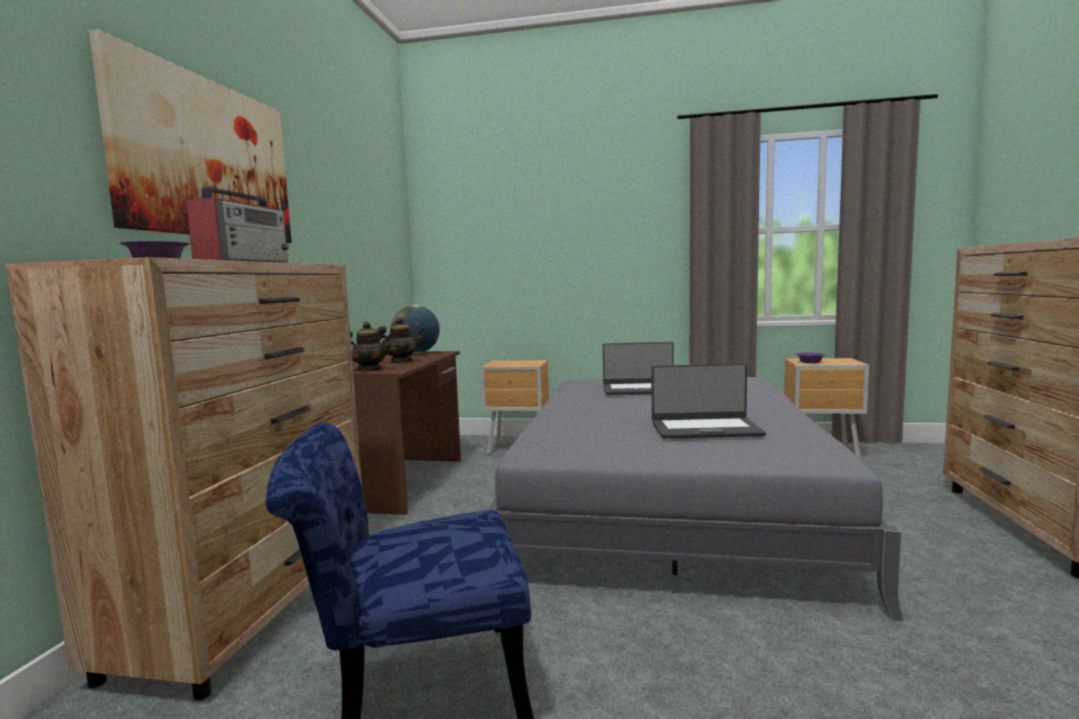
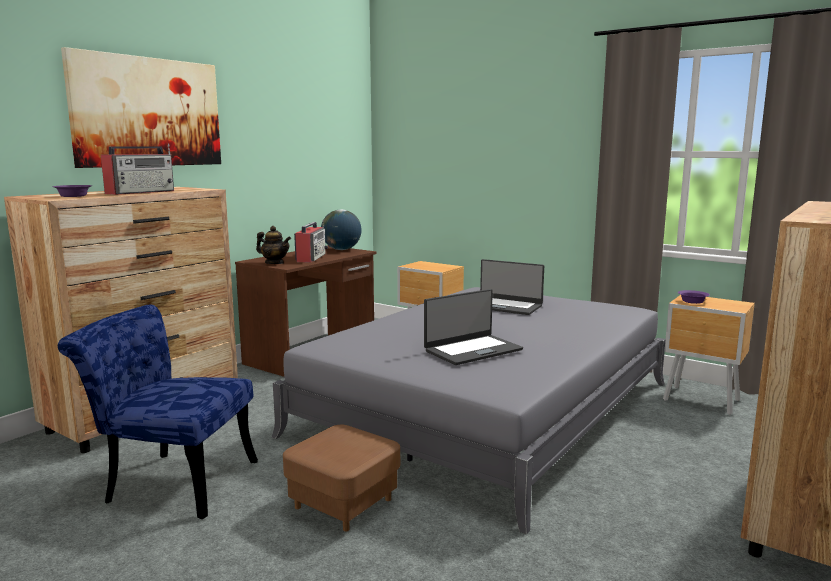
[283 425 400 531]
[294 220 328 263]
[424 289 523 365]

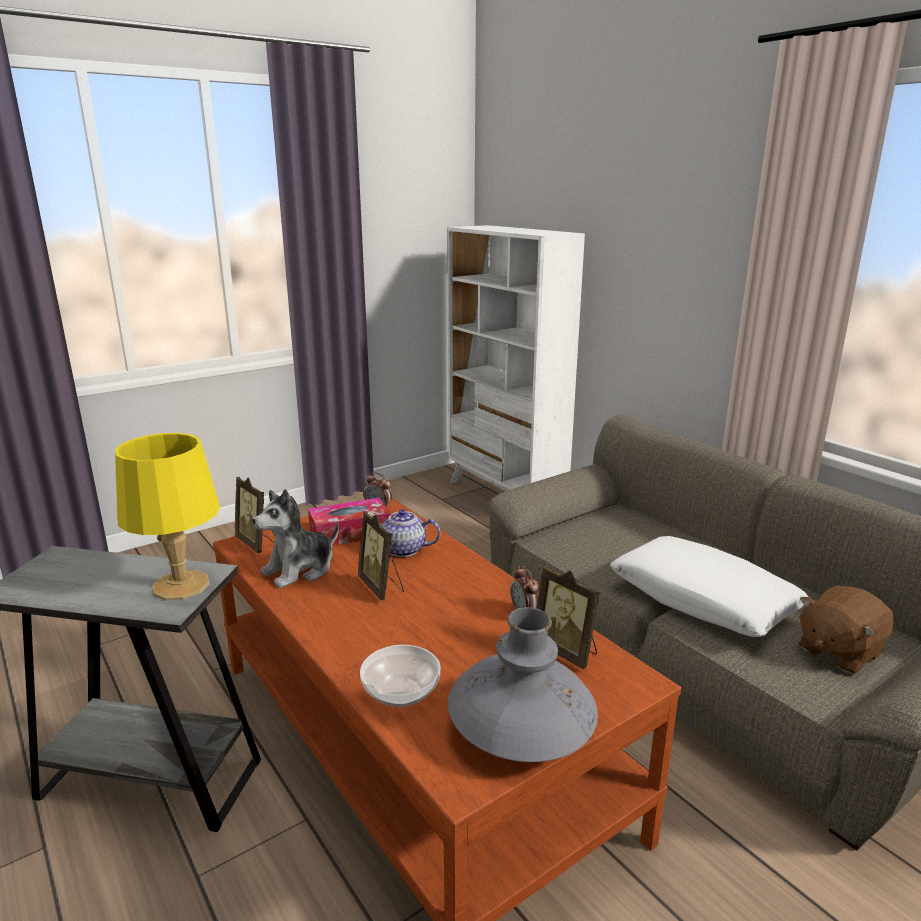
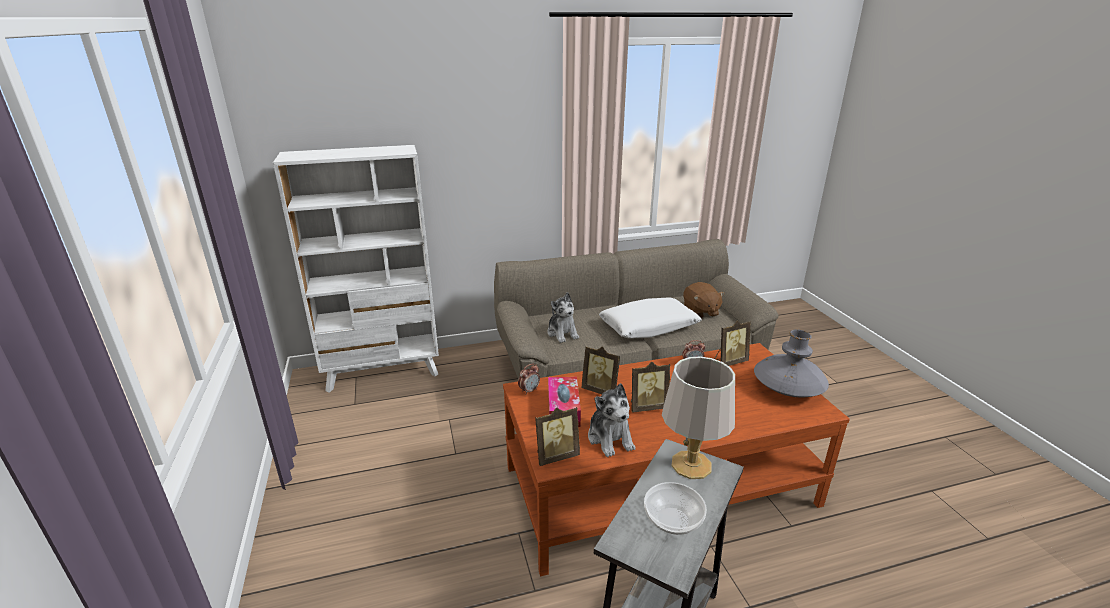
[547 292 579 343]
[644 482 707 535]
[581 346 620 394]
[662 357 735 479]

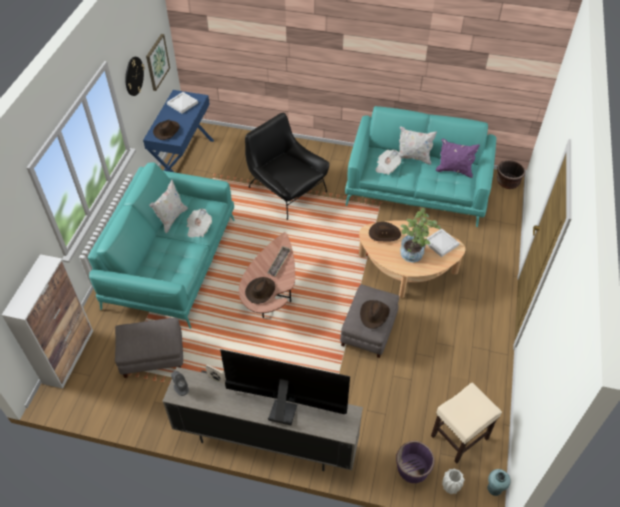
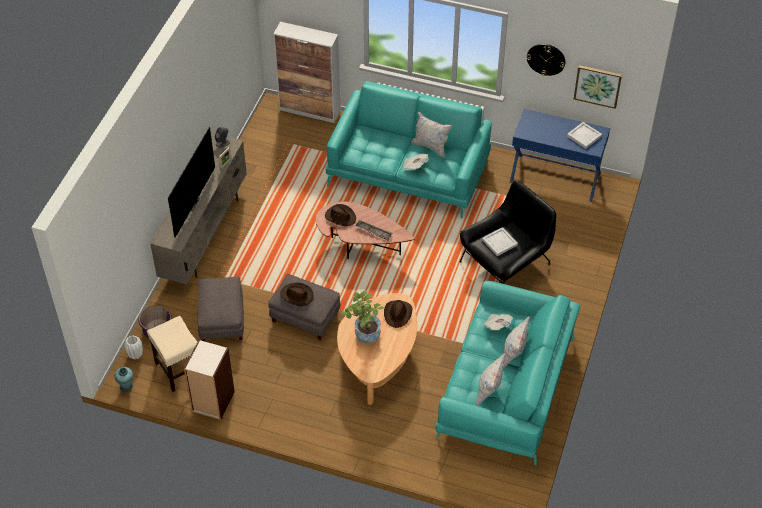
[153 120 180 140] (first image)
[497 160 525 189] (first image)
[184 340 235 420]
[198 277 244 342]
[482 227 518 256]
[476 353 506 406]

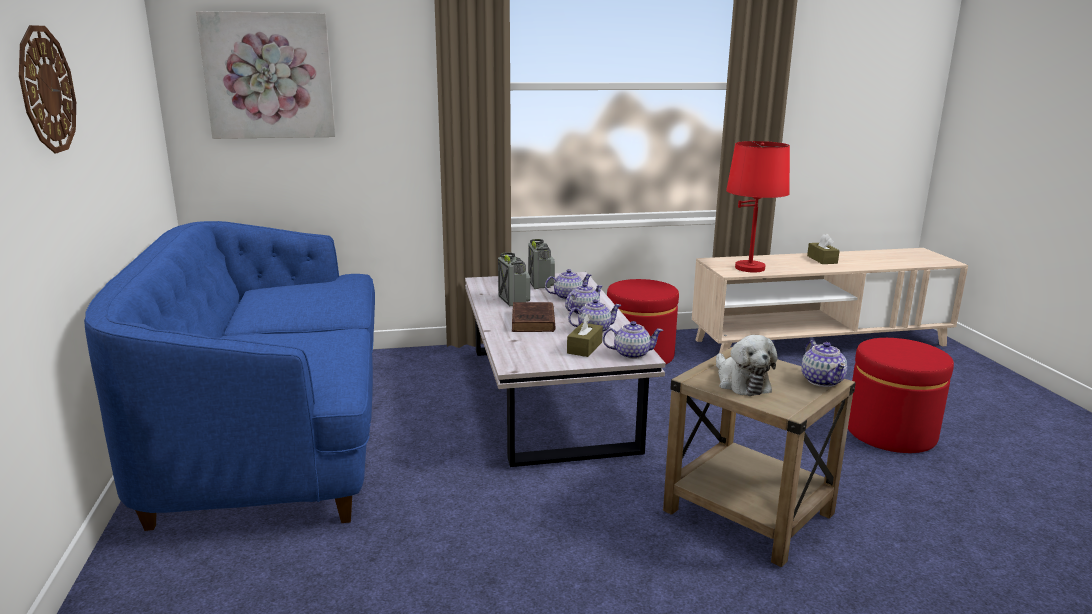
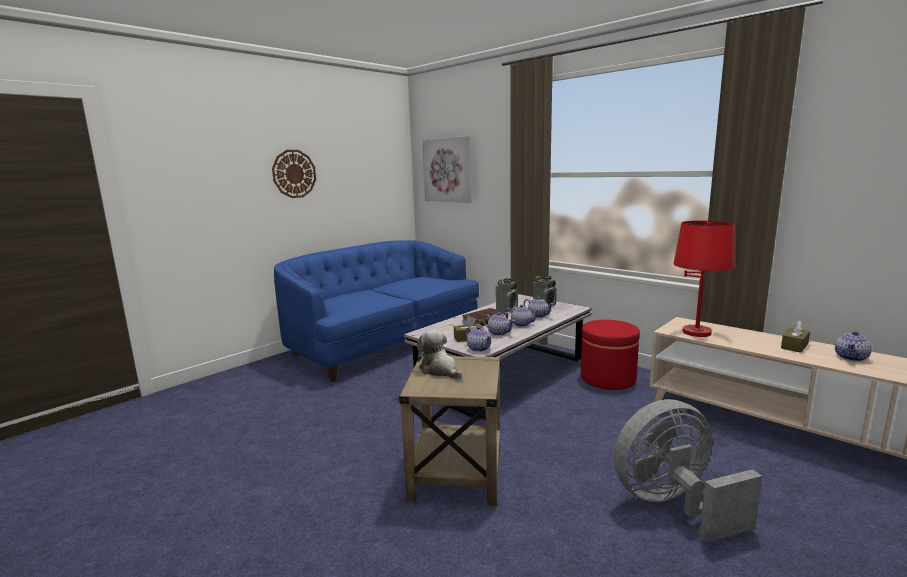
[835 331 872 361]
[614 399 762 542]
[417 330 462 379]

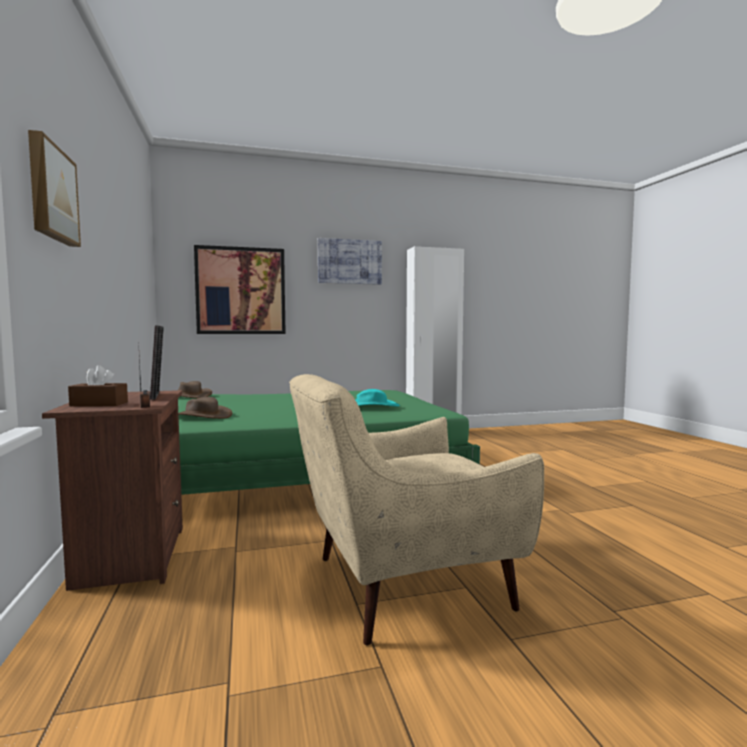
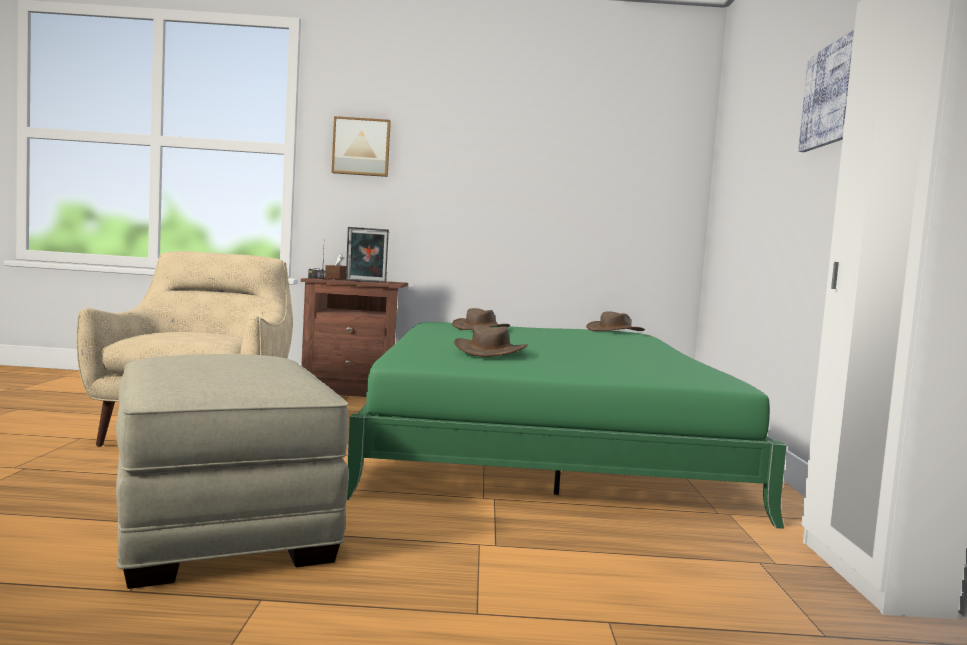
[194 245 286 334] (first image)
[116 354 349 589]
[454 325 528 357]

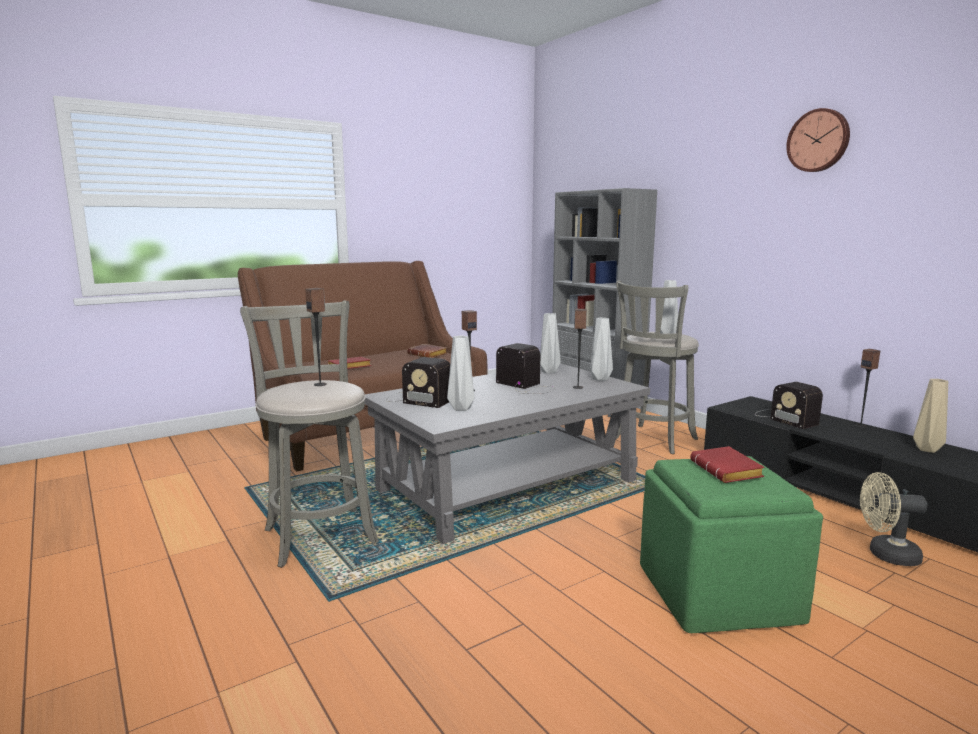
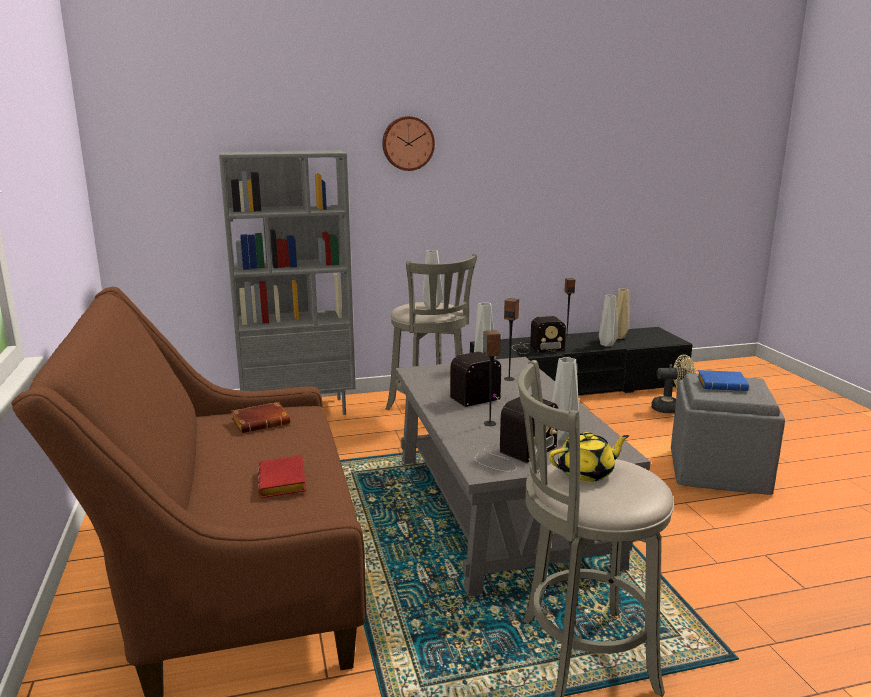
[599 295 617 347]
[382 116 435 171]
[549 432 629 482]
[671 373 785 495]
[697 370 749 391]
[651 354 696 413]

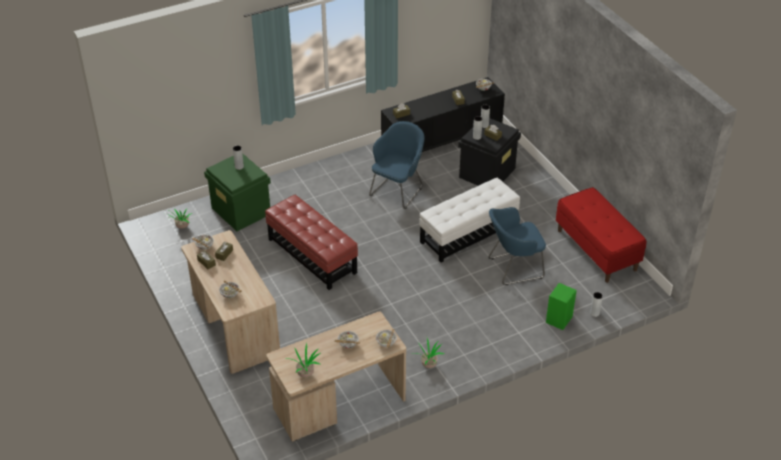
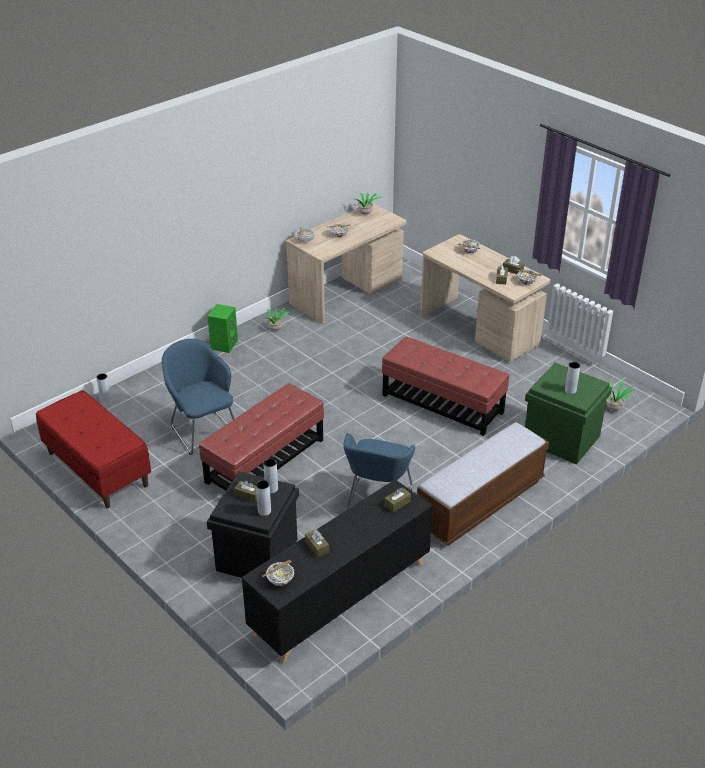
[417 422 549 545]
[207 304 238 353]
[199 383 324 491]
[162 339 234 455]

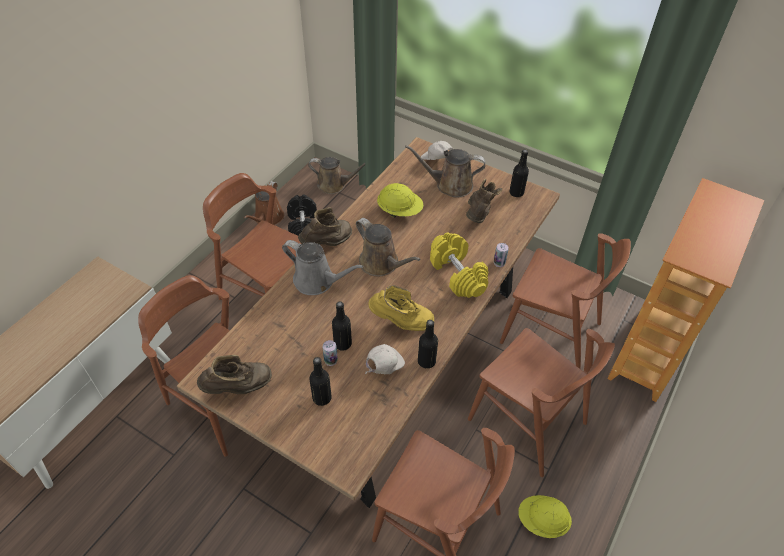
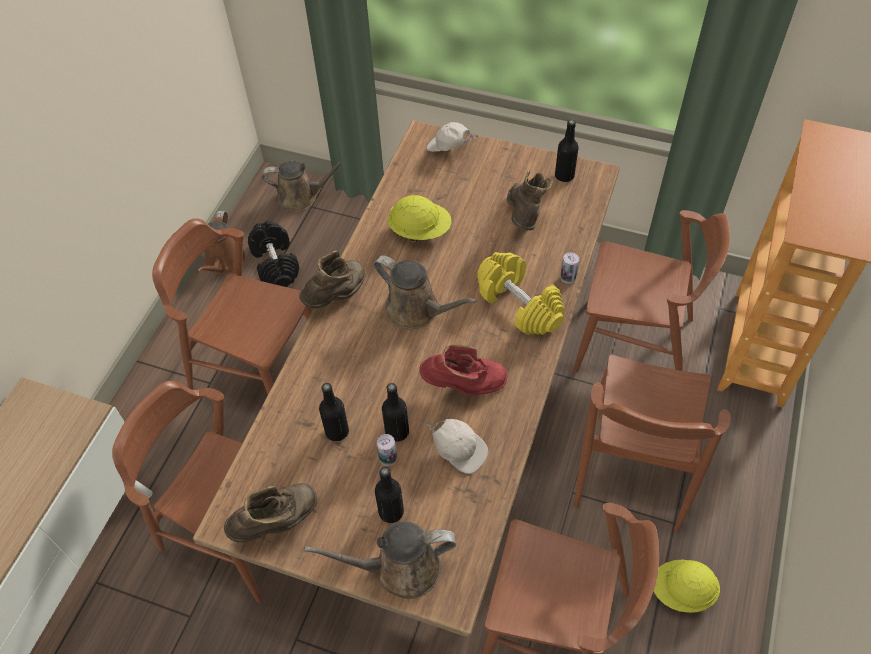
[282 240 363 295] (first image)
[304 521 456 599]
[319 383 349 441]
[419 344 508 395]
[424 419 488 474]
[574 355 731 532]

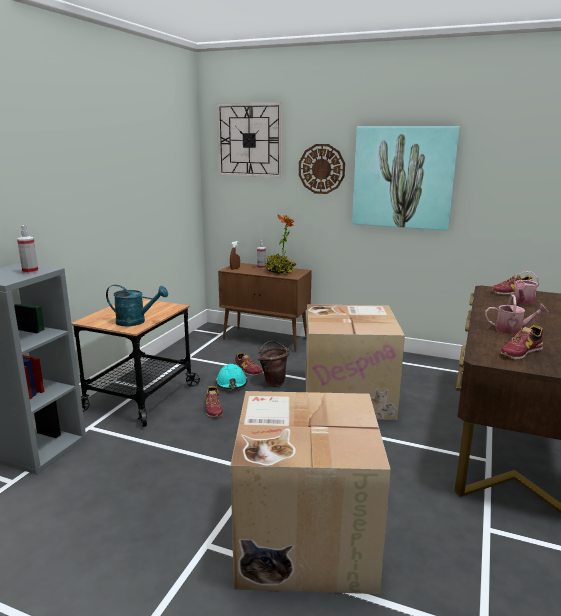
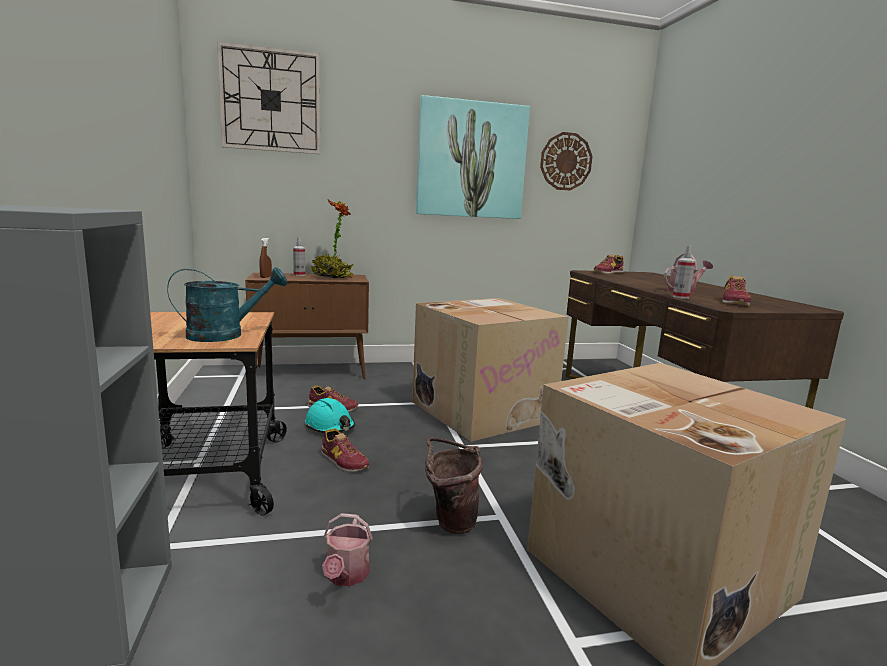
[673 246 695 299]
[425 437 483 534]
[540 132 593 190]
[322 513 373 587]

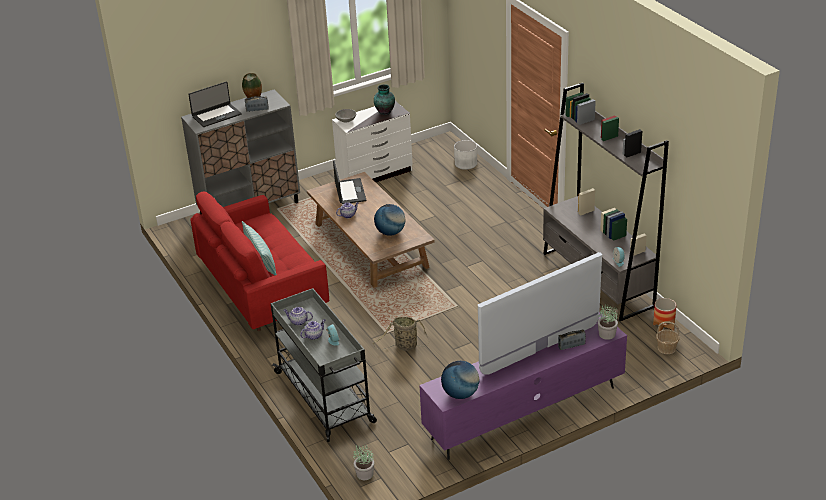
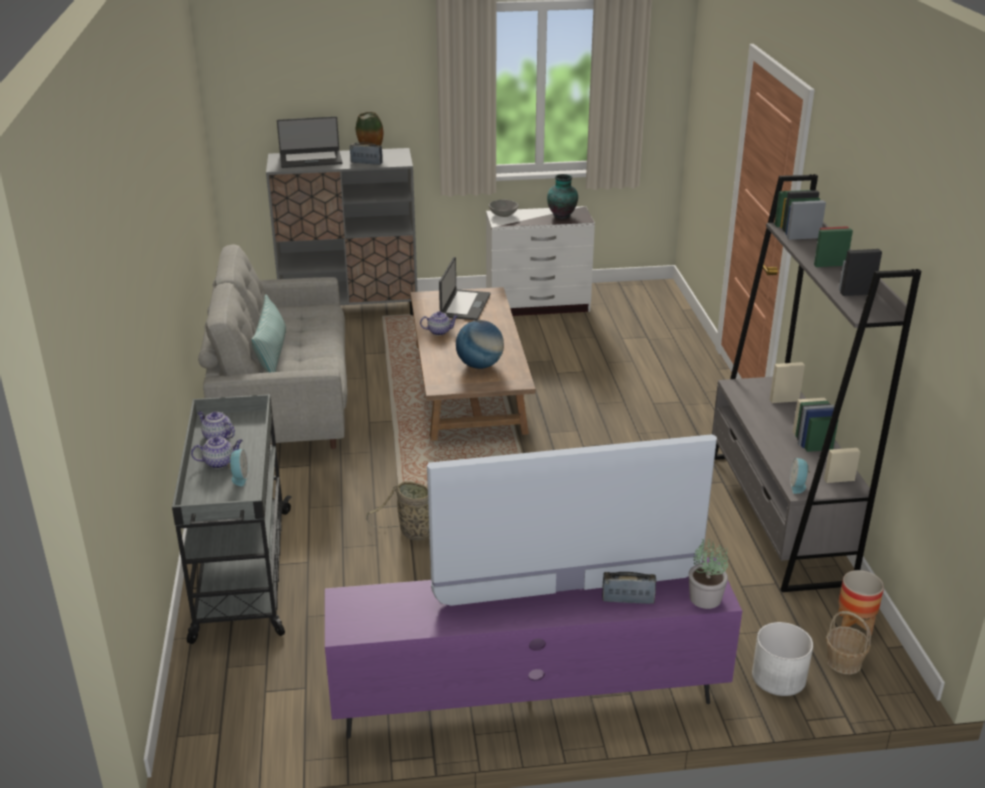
[353 445 374 480] (first image)
[441 361 479 399] (first image)
[752 622 813 696]
[198 245 348 449]

